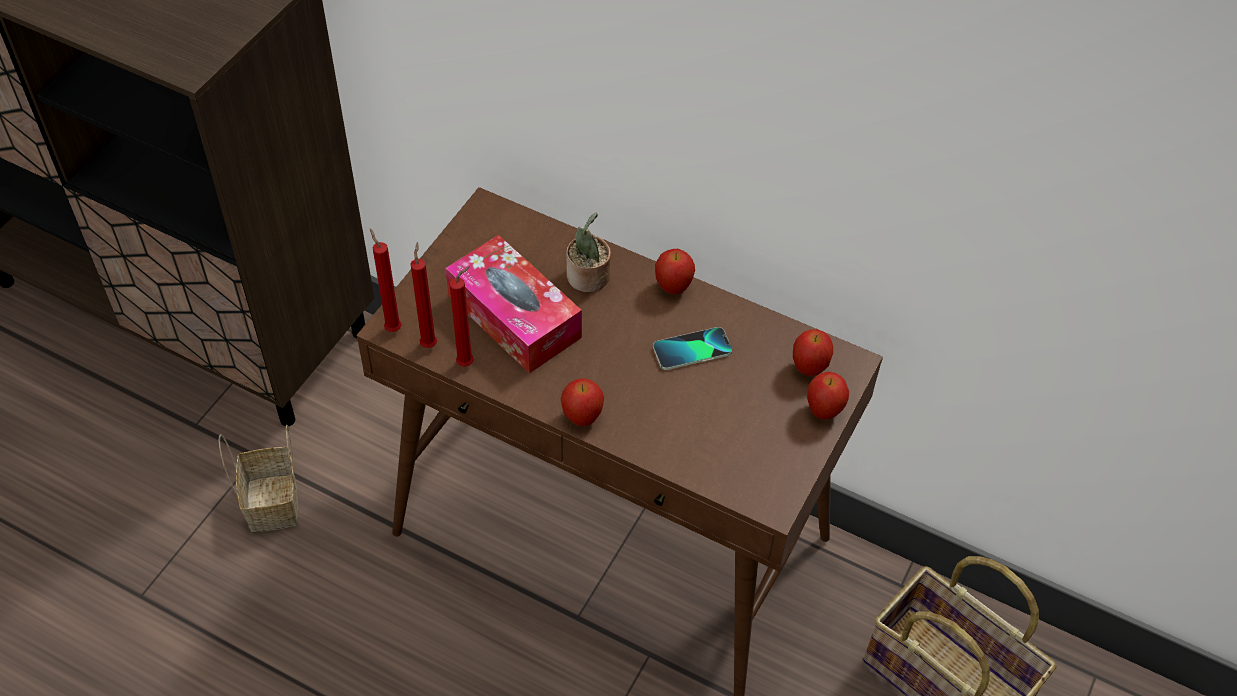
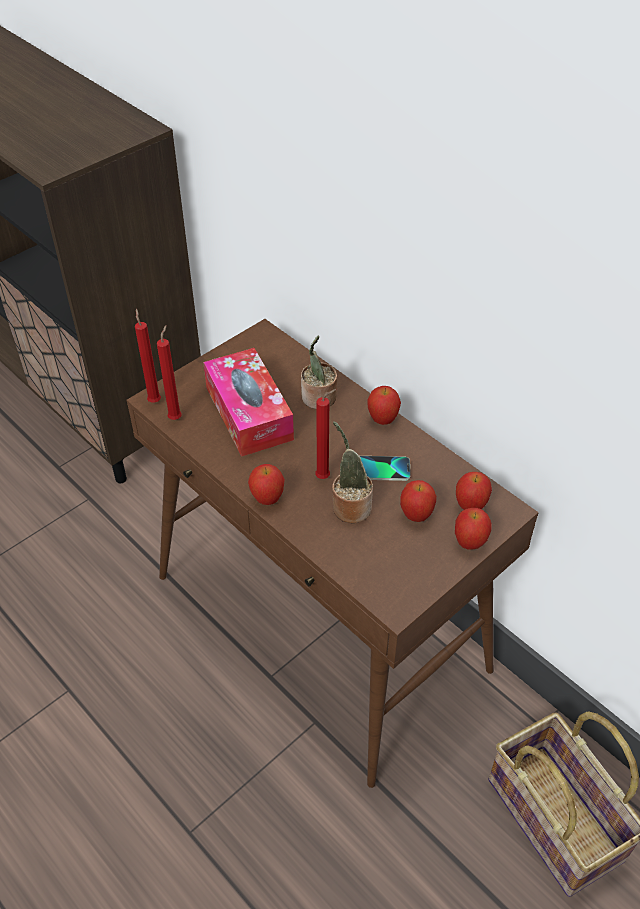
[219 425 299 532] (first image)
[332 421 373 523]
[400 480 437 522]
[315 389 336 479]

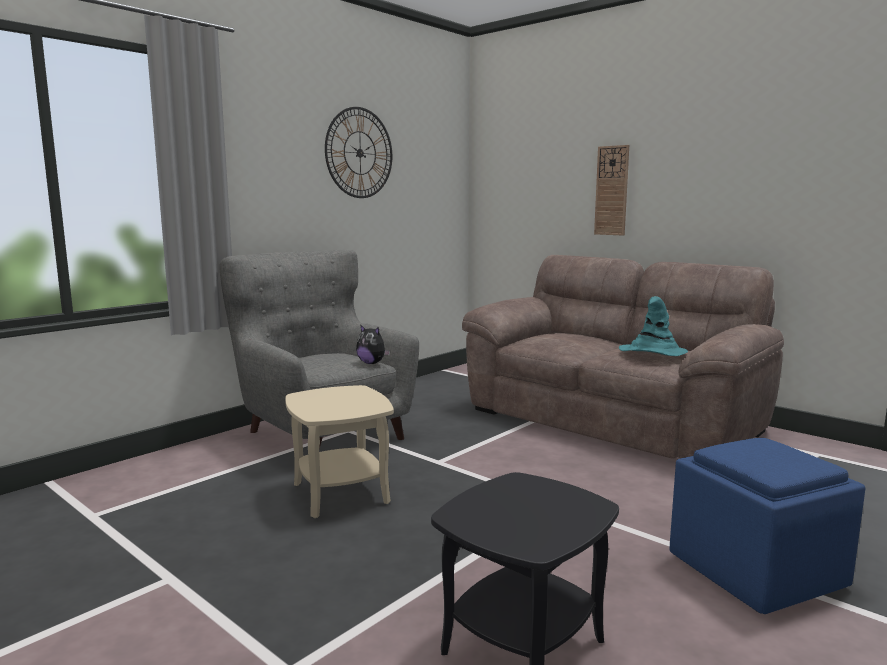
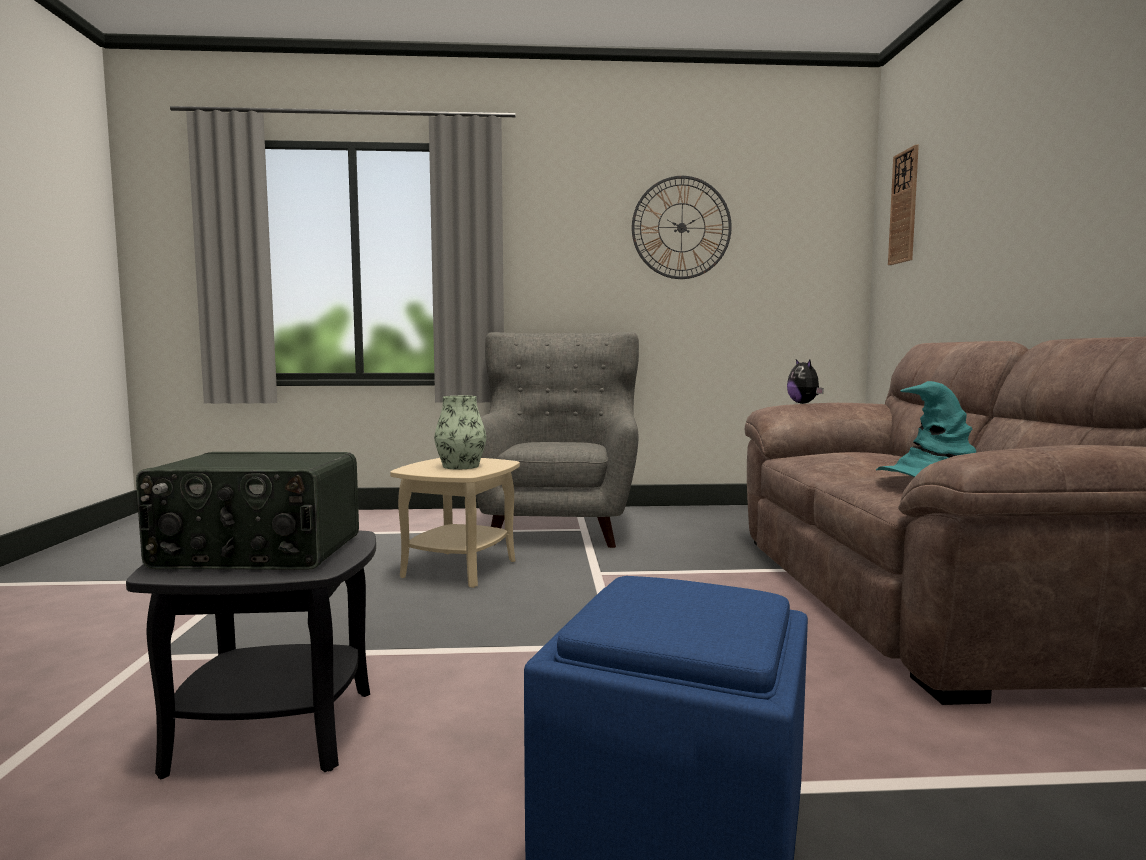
[136 452 359 570]
[434 396 486 469]
[787 359 824 404]
[888 145 919 265]

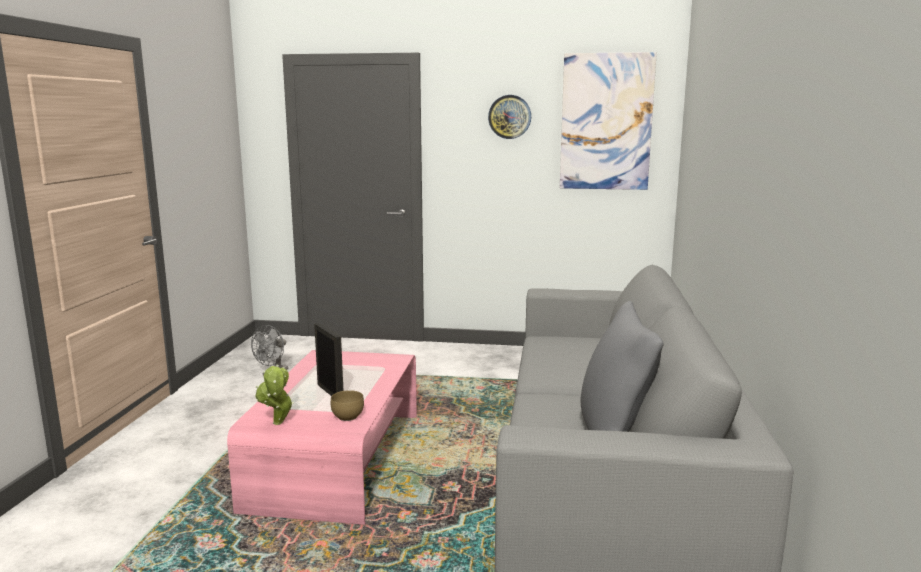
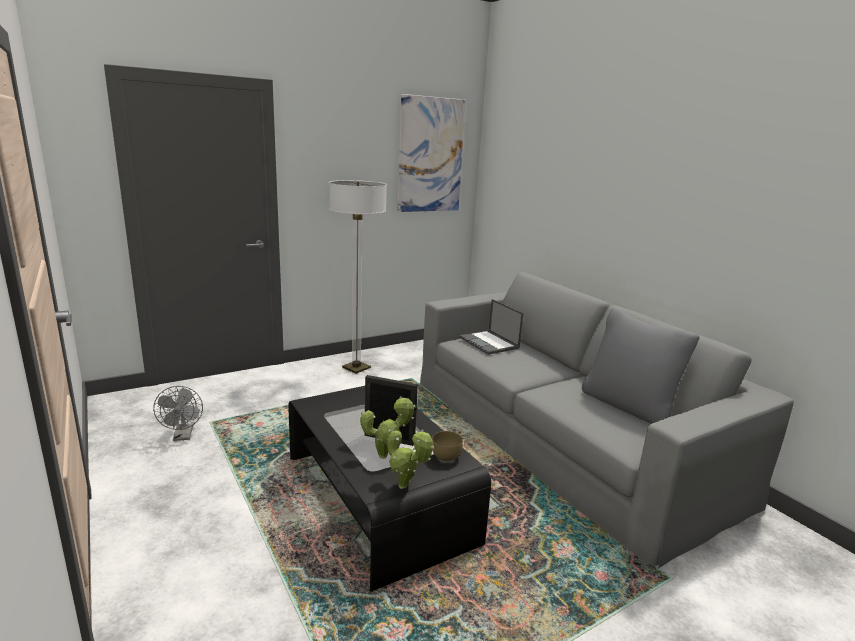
[488 95 531 139] (first image)
[329 180 387 374]
[360 396 416 459]
[459 299 523 355]
[288 386 491 592]

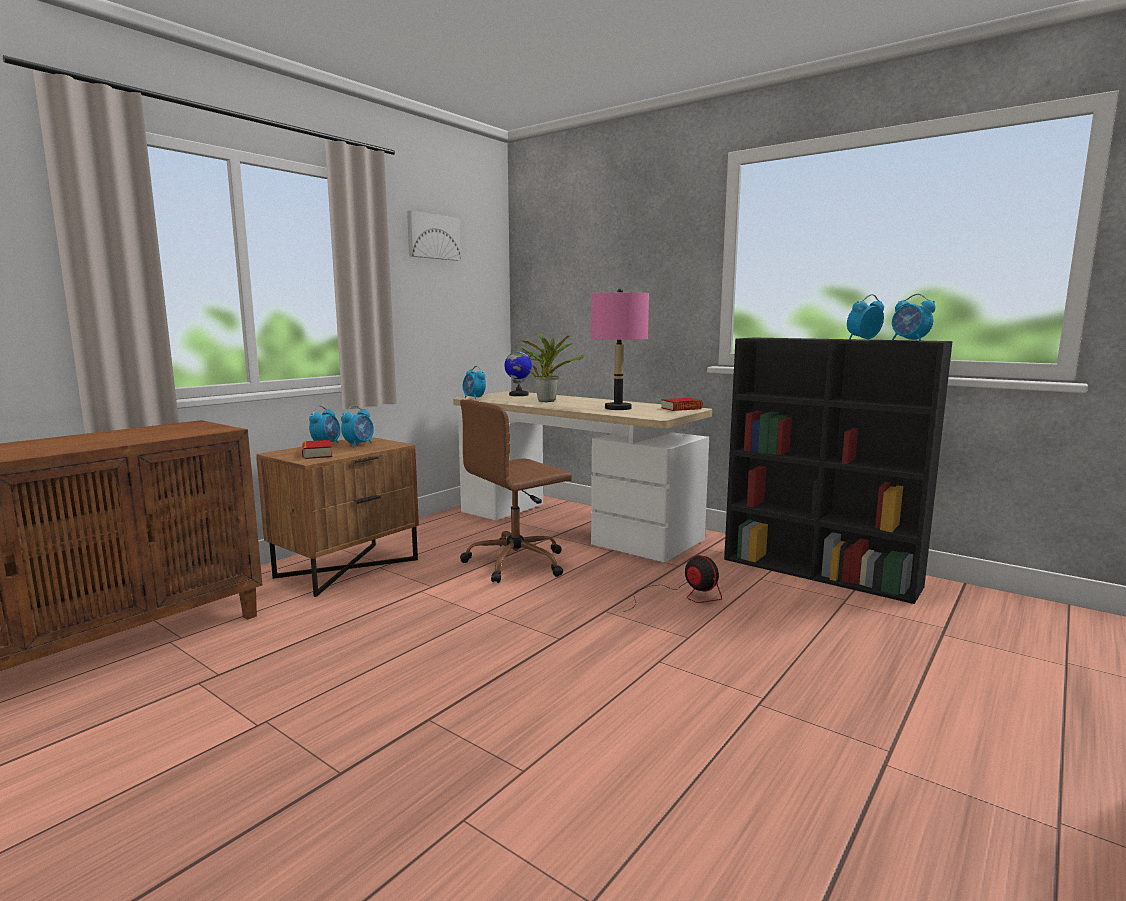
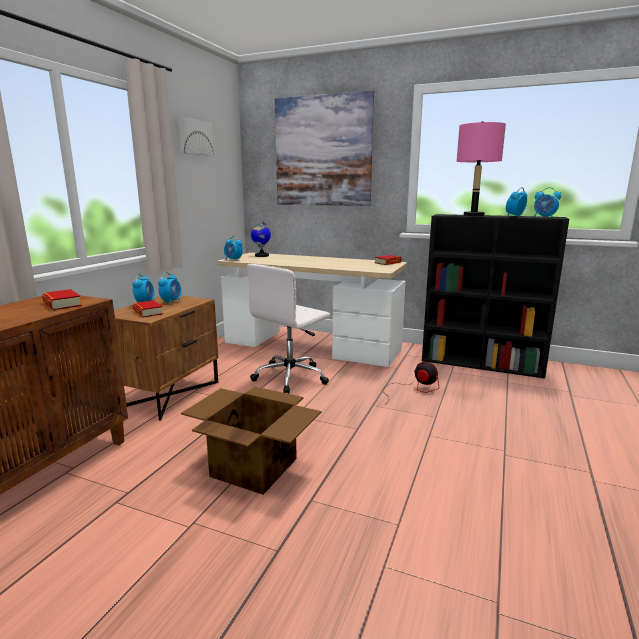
[518 333 584 402] (first image)
[42 289 82 310]
[181 387 321 495]
[275 90 374 206]
[457 121 506 216]
[247 264 331 394]

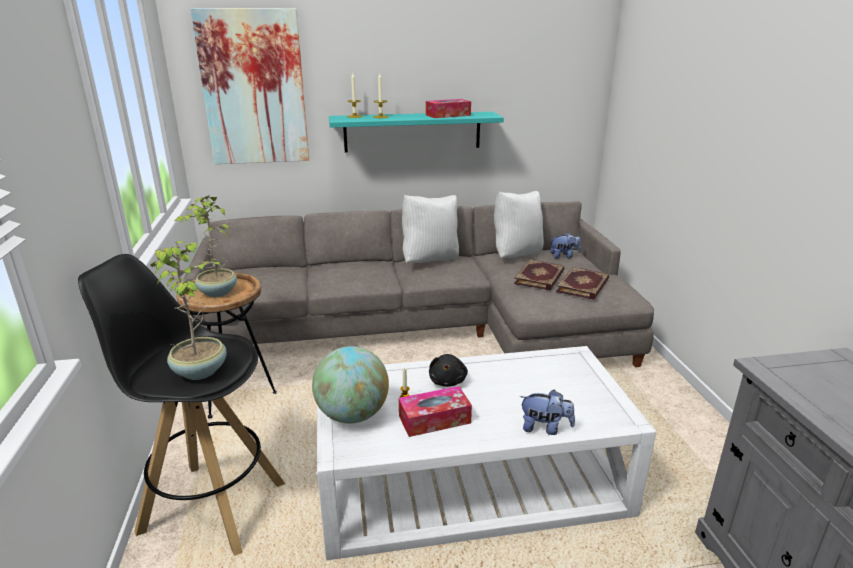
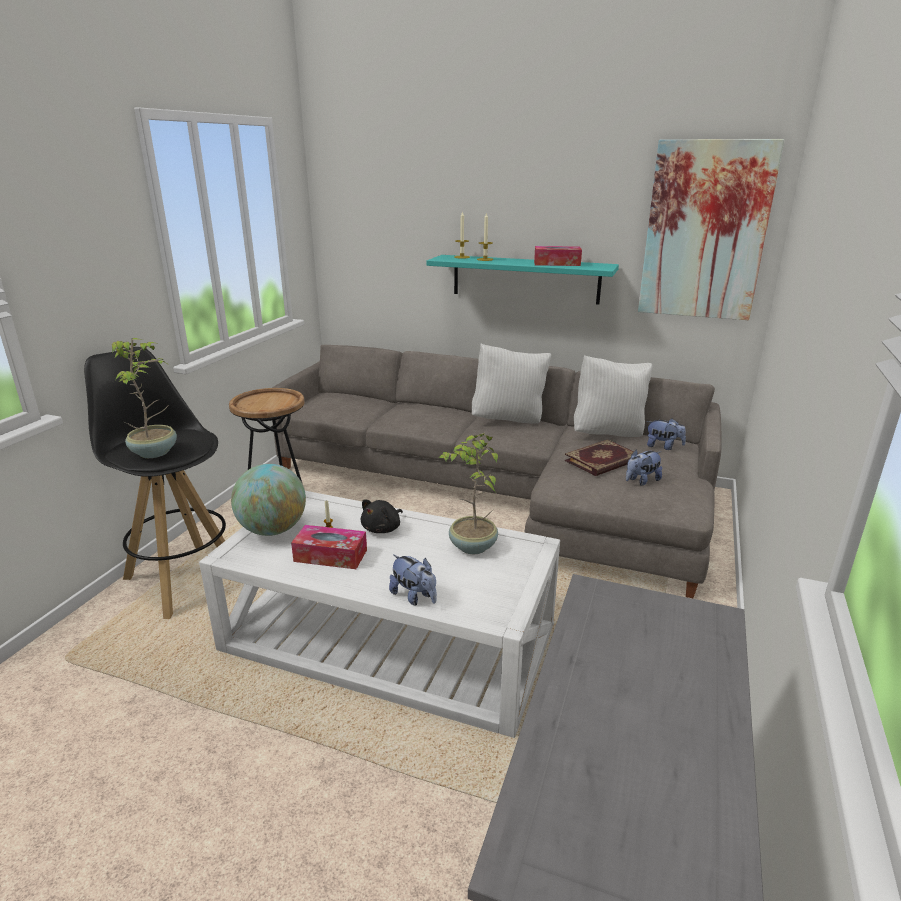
[438 433 498 554]
[638 139 785 320]
[626 450 662 486]

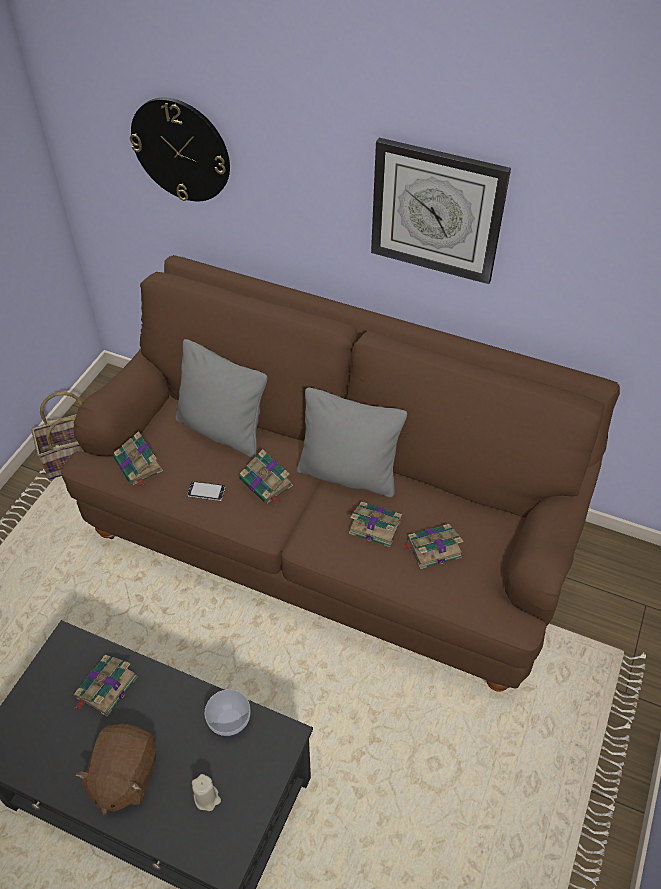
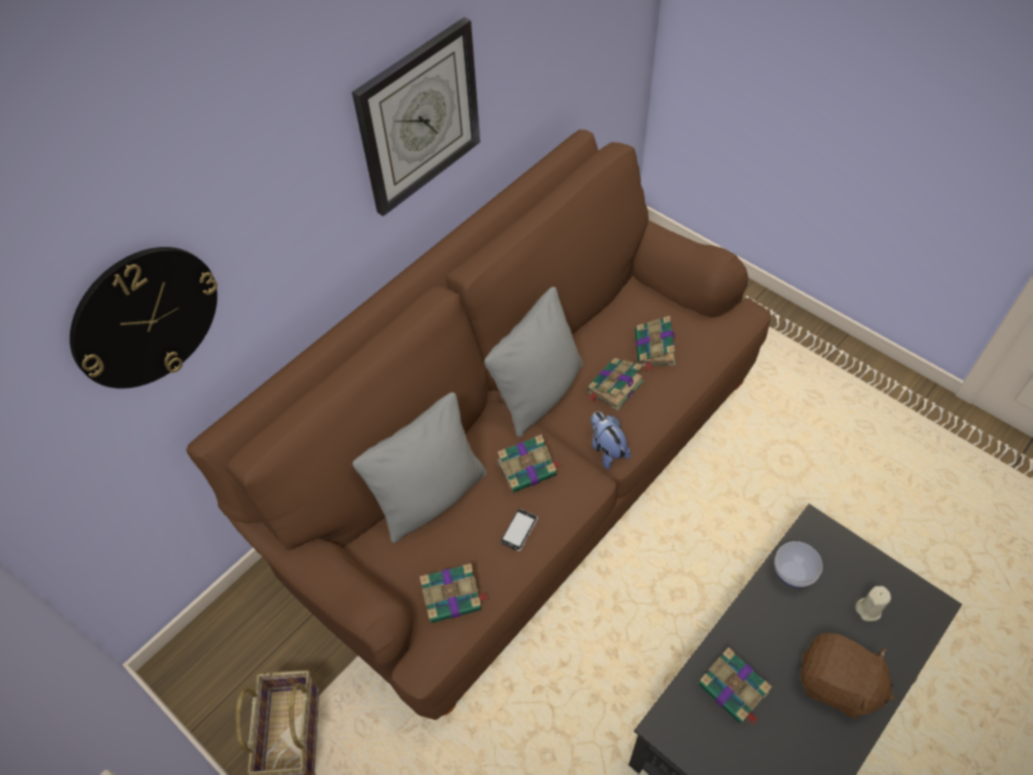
[591 411 631 469]

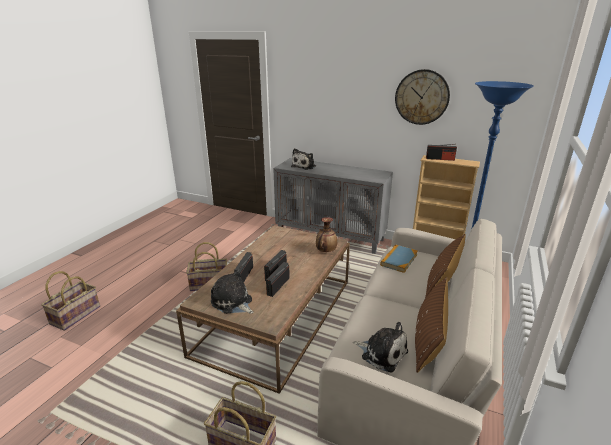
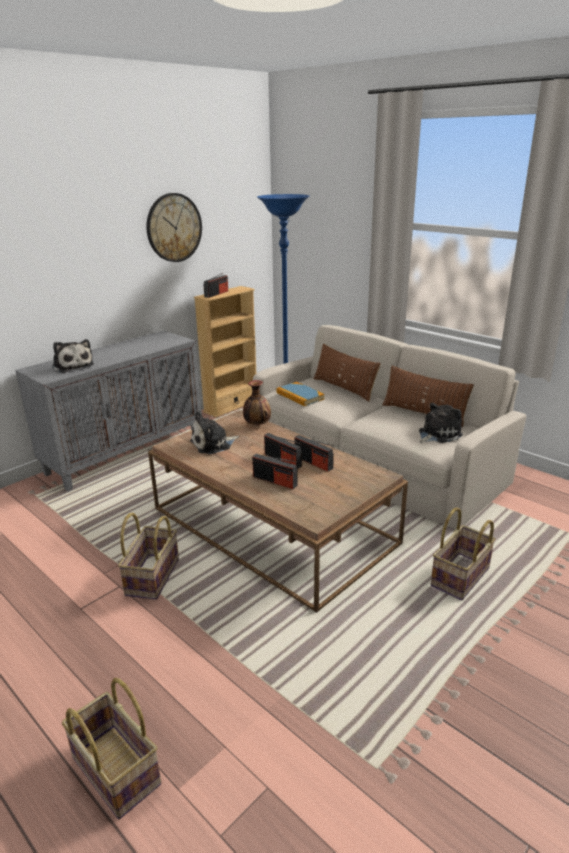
[190 411 239 454]

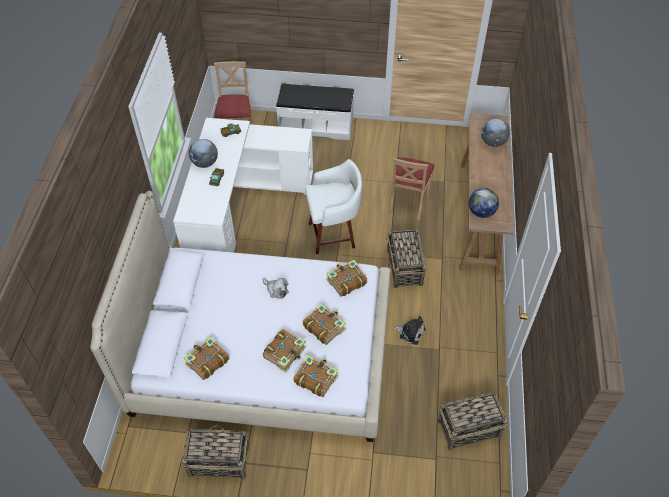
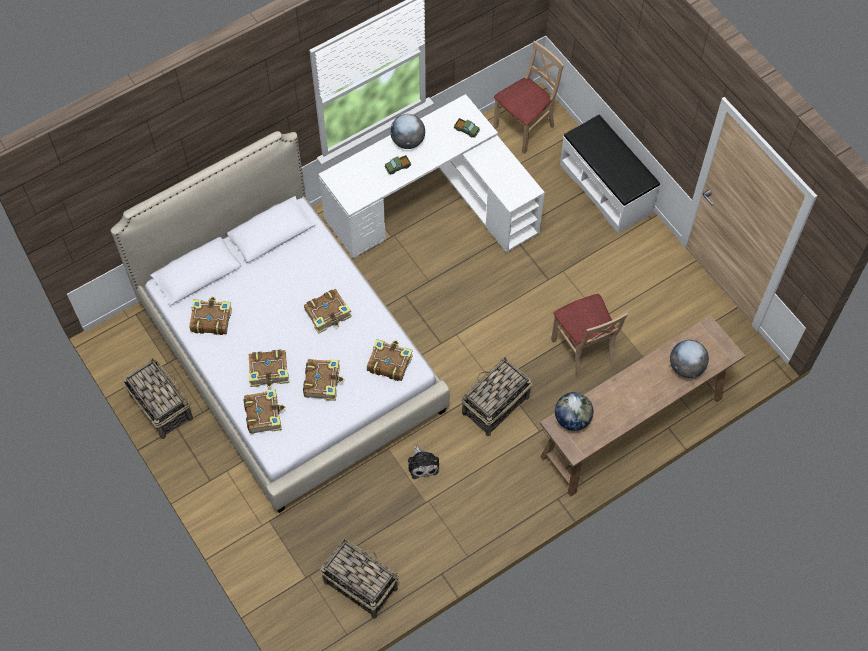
[305 159 362 254] (first image)
[304 289 352 334]
[551 294 628 378]

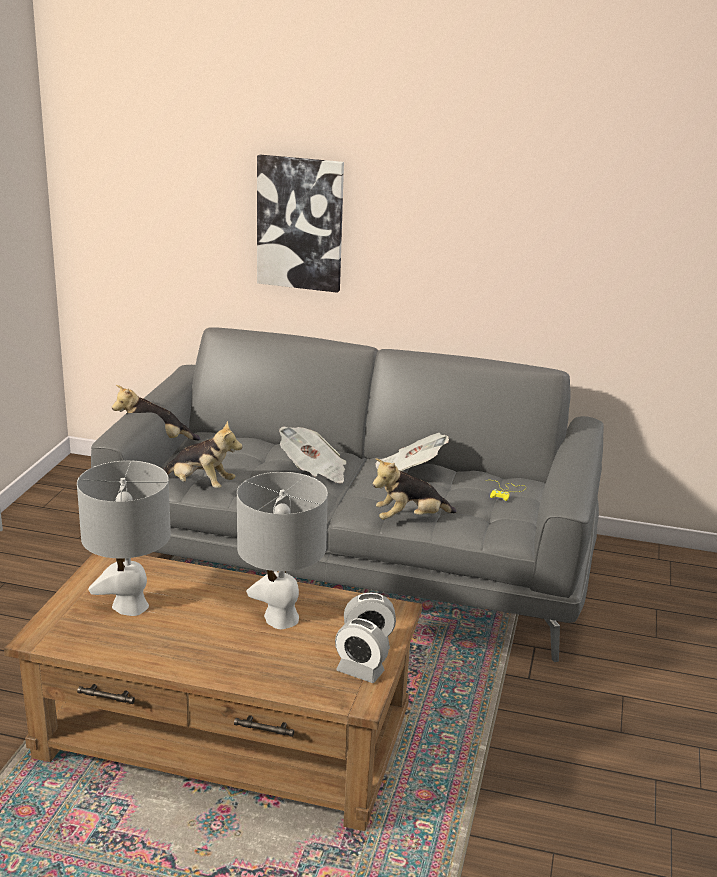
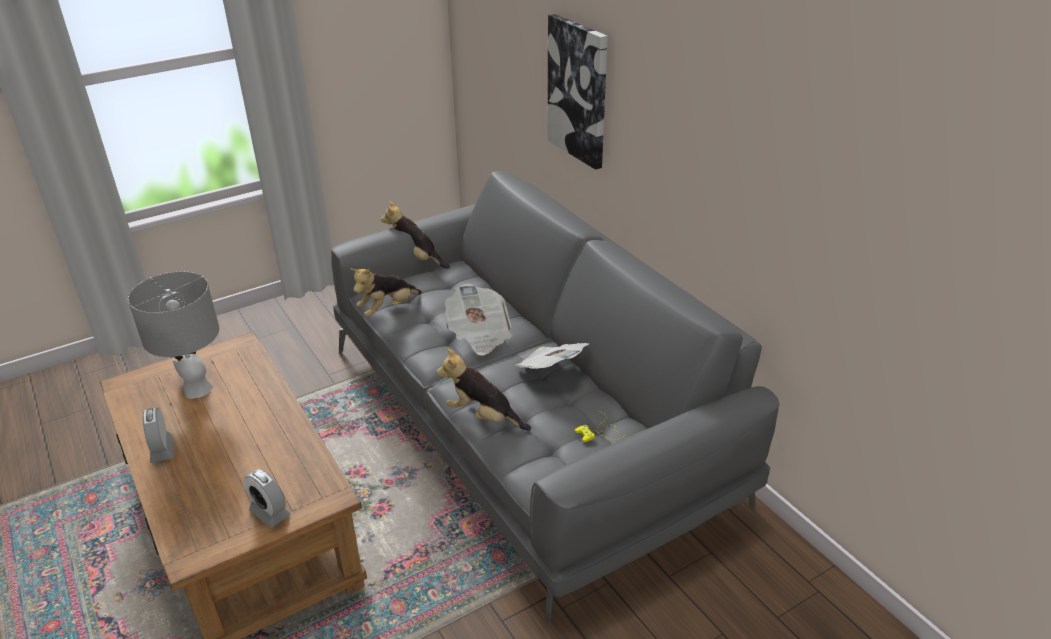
[237 472 328 629] (first image)
[142 407 174 463]
[350 269 422 317]

